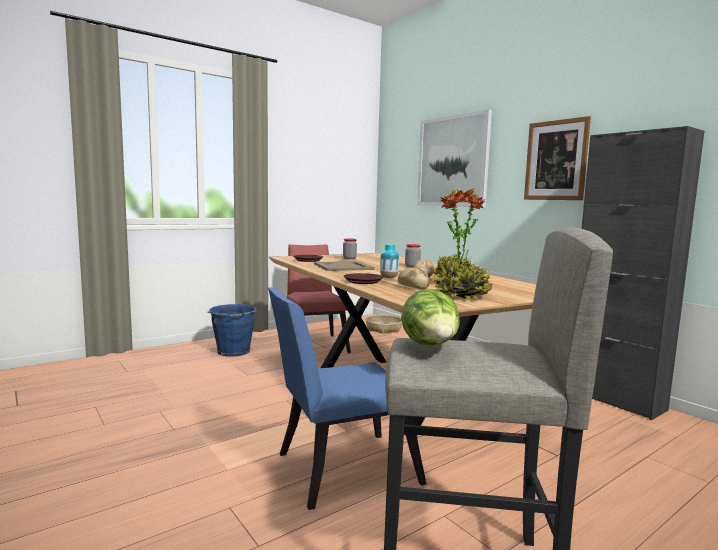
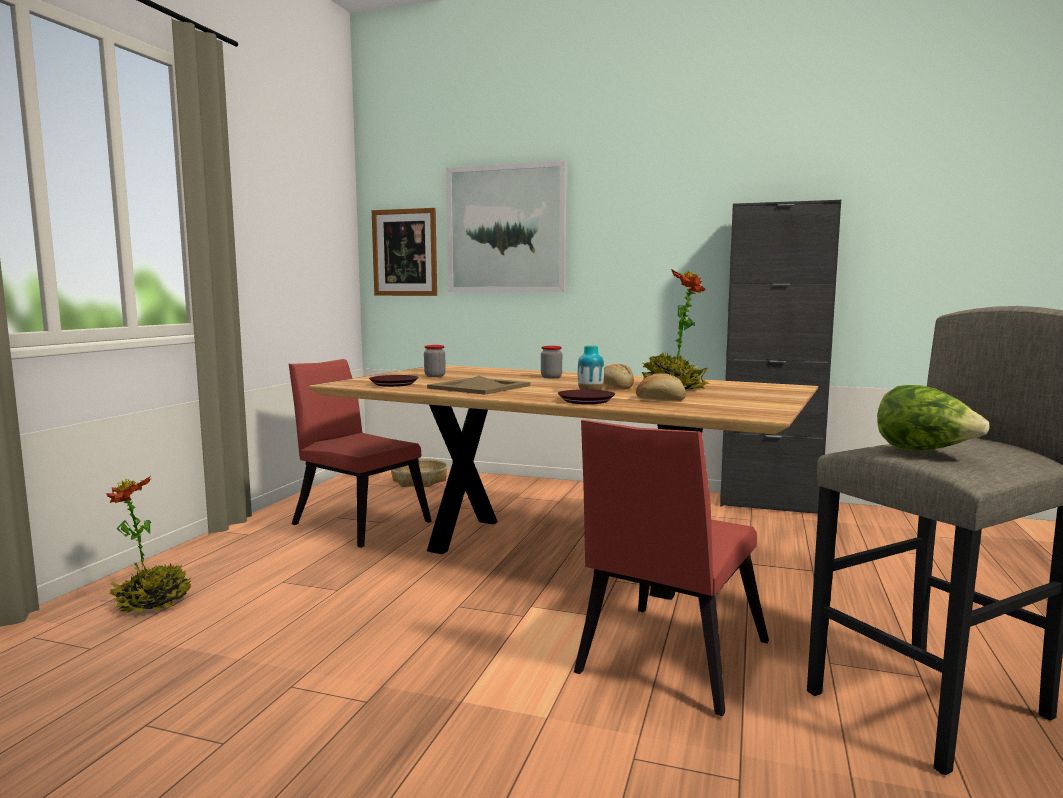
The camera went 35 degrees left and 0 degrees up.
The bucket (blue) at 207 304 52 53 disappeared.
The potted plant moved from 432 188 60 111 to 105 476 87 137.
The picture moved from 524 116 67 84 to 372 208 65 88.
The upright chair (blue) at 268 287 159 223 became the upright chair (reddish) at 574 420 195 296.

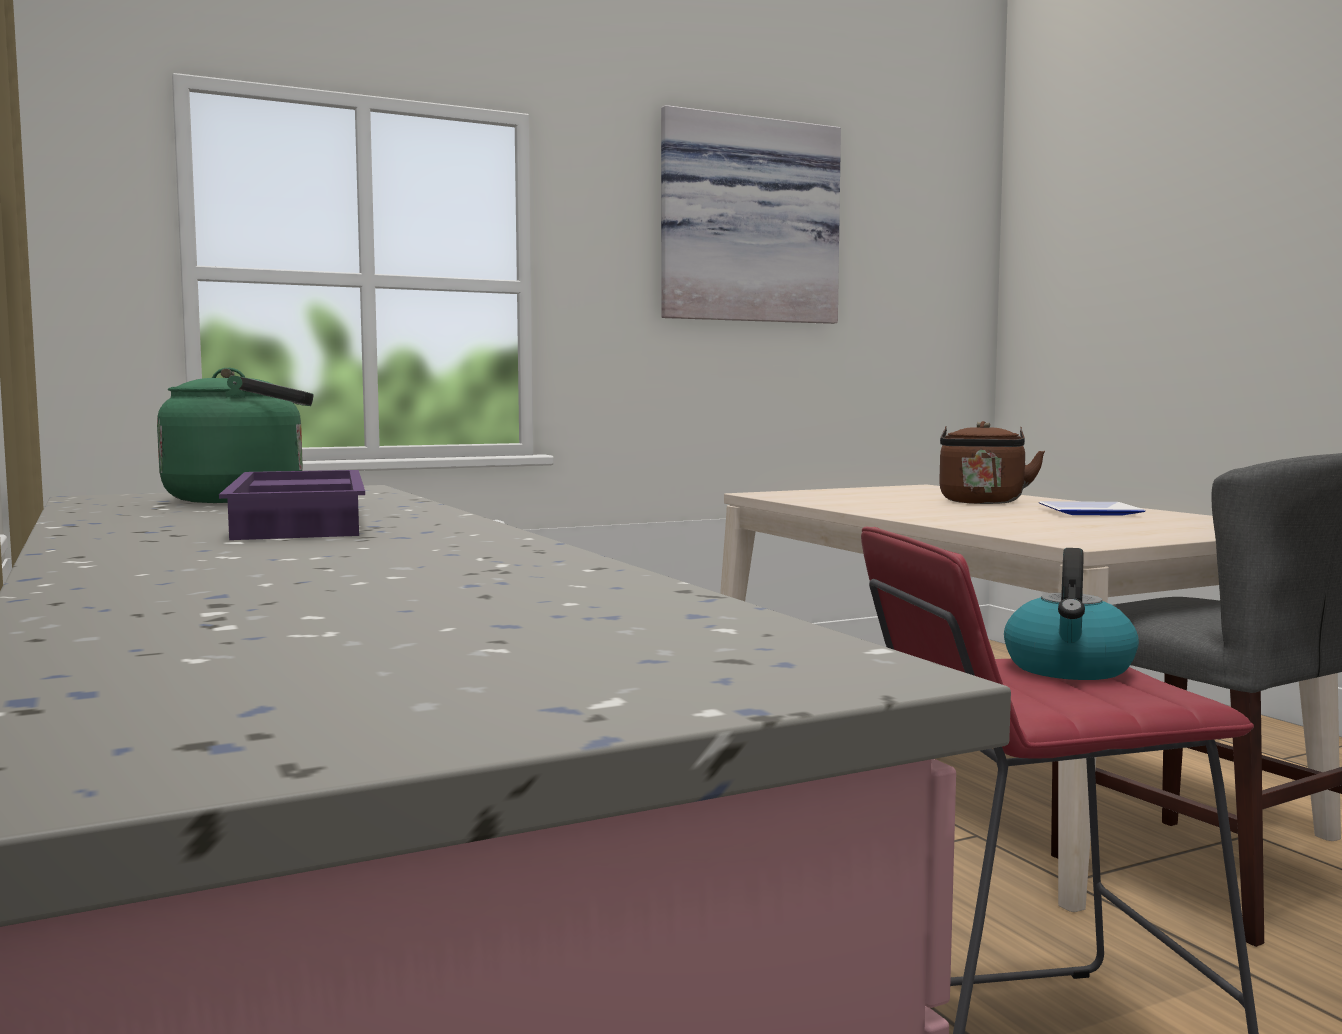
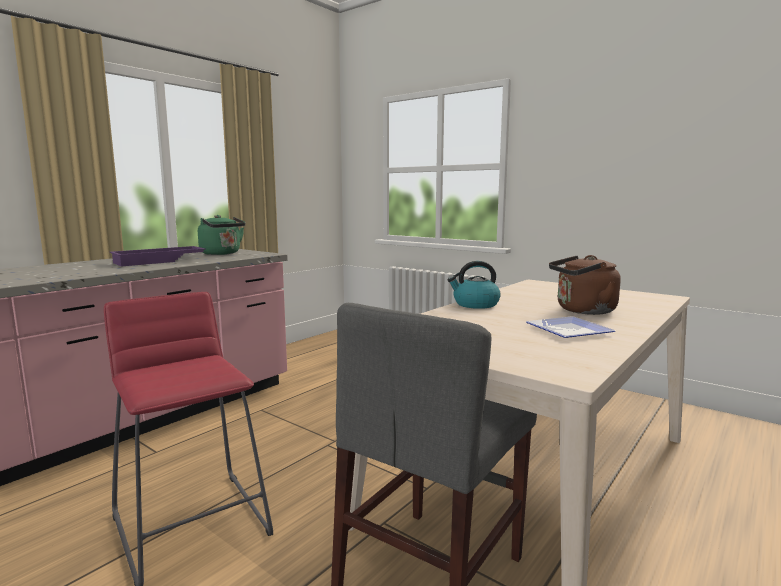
The camera went 65 degrees right and 5 degrees up.
The picture at 661 105 180 219 disappeared.
The kettle moved from 1004 548 135 132 to 447 261 54 48.

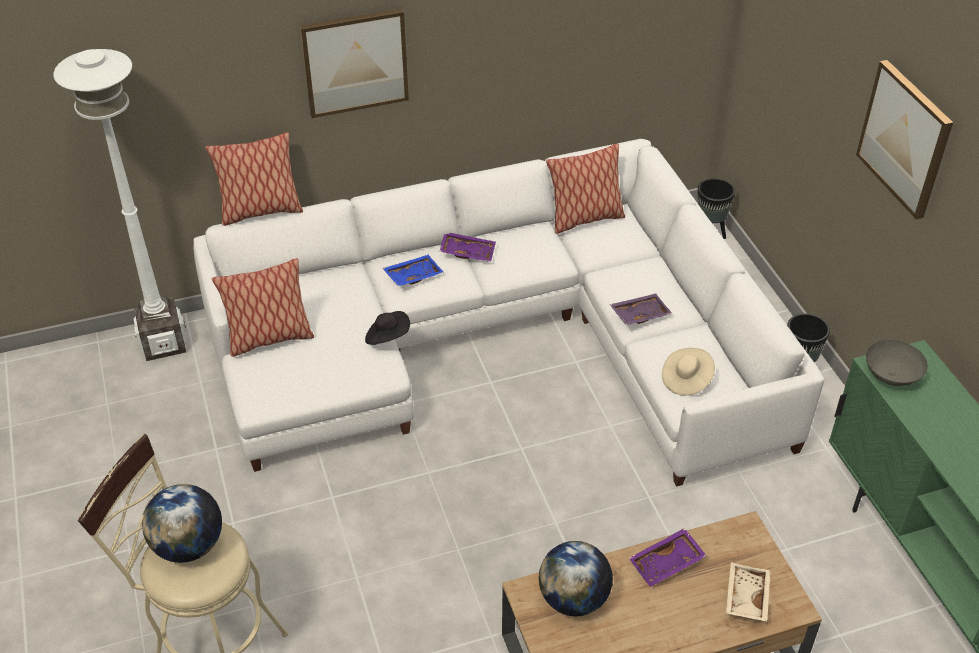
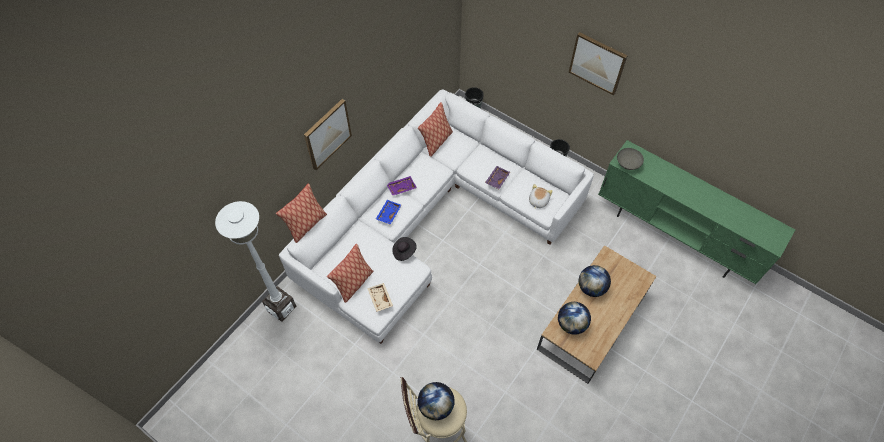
The camera went 35 degrees left and 15 degrees up.
The serving tray (beige-coloured) moved from 726 562 45 60 to 367 283 26 29.
The serving tray (purple) at 629 528 78 59 was replaced by the desk globe at 578 265 33 32.
The hat (beige-coloured) at 662 348 53 48 was replaced by the soft toy at 529 184 24 25.

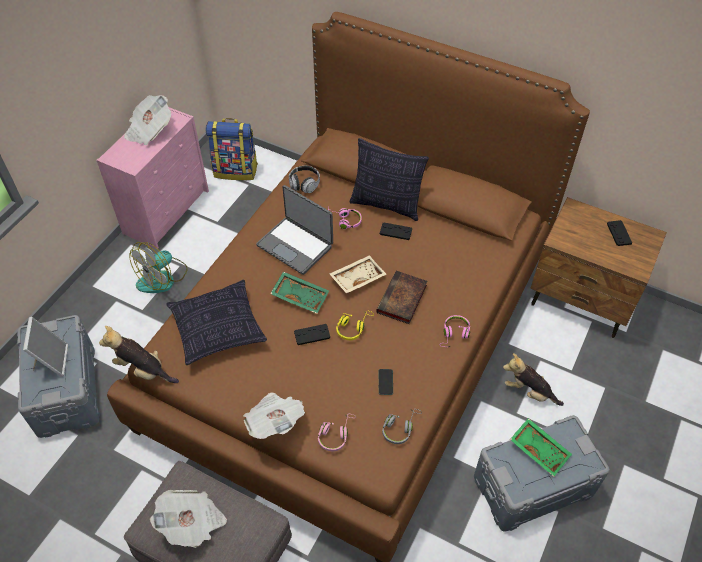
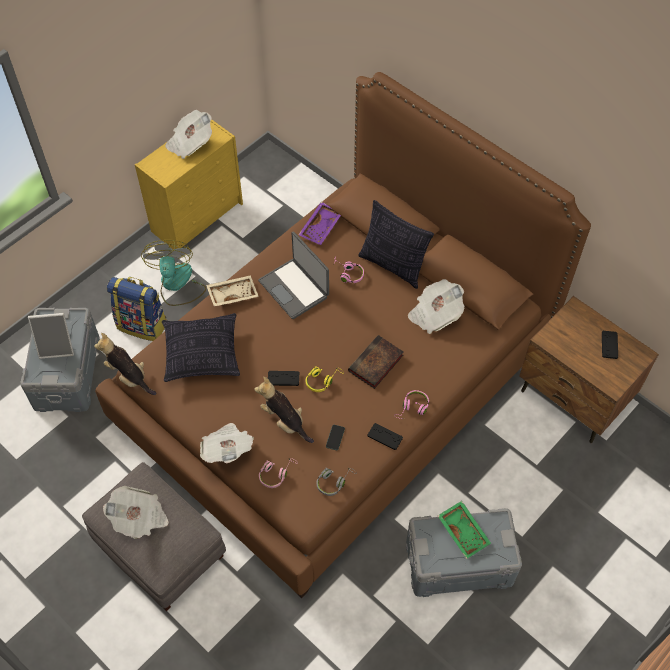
The camera went 15 degrees right and 5 degrees up.
The serving tray (greenish) at 270 271 59 43 disappeared.
The daily paper at 408 279 57 55 appeared.
The rucksack moved from 205 118 53 62 to 107 277 60 64.
The serving tray (beige-coloured) moved from 329 255 58 38 to 206 275 53 31.
The game controller (blackish) moved from 380 223 32 17 to 367 423 36 27.
The soft toy moved from 503 353 61 53 to 254 377 60 66.
The headphones at 289 166 31 27 was replaced by the serving tray (purple) at 299 202 42 43.
The dresser (pinkish) at 96 107 113 142 became the dresser (yellow) at 135 119 108 130.
The photo frame at 23 317 45 60 turned 75 degrees clockwise.
The cooling fan at 129 242 59 51 turned 120 degrees clockwise.

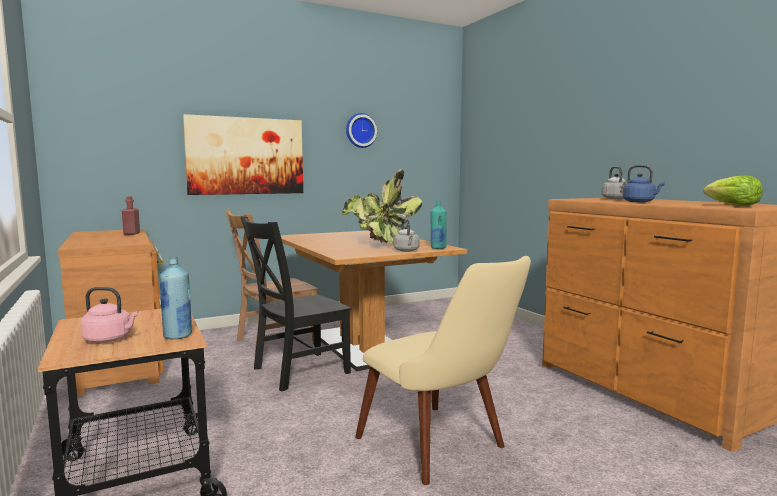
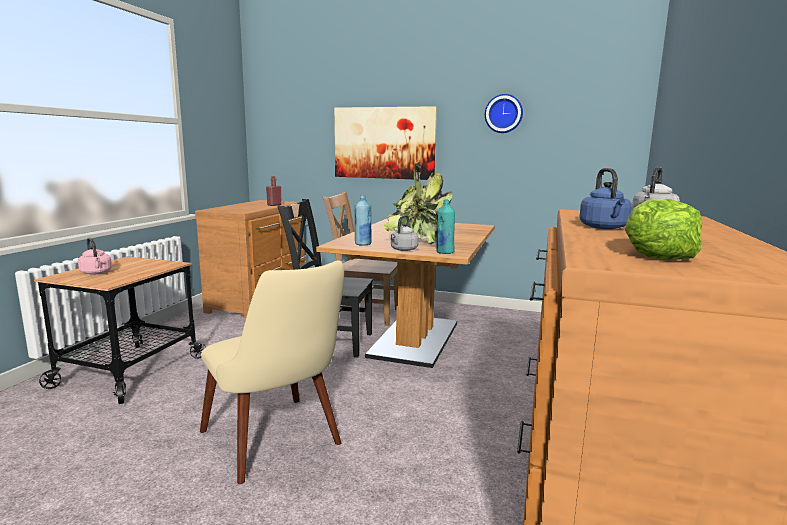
The camera went 45 degrees right and 5 degrees up.
The beverage bottle (blue) moved from 160 257 32 83 to 355 195 17 51.
The upright chair (beige-coloured) at 355 256 176 229 turned 45 degrees counterclockwise.

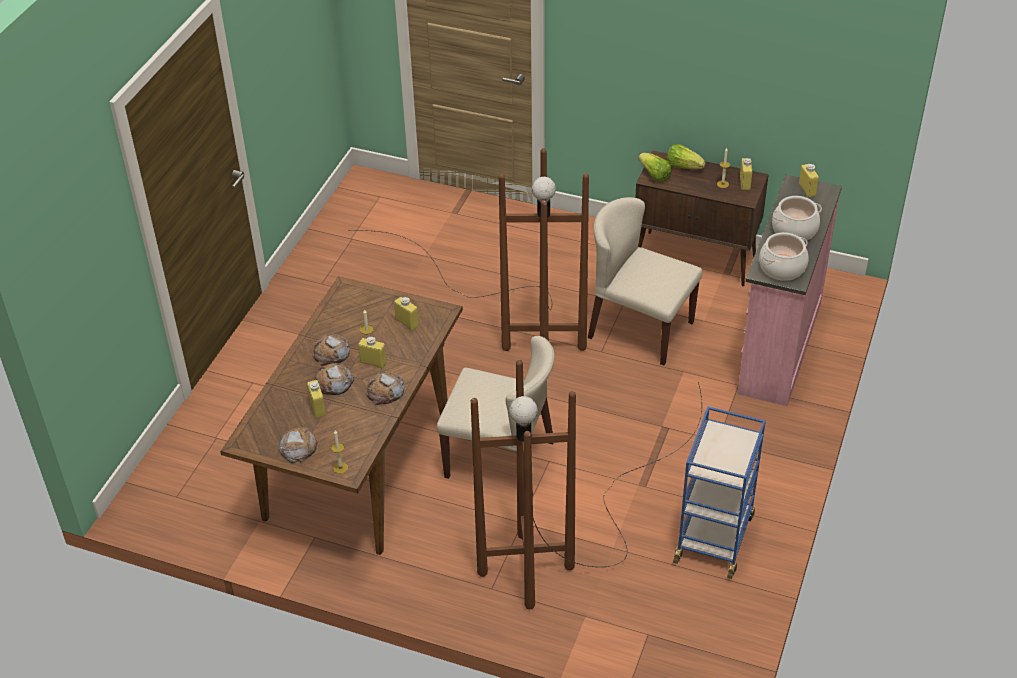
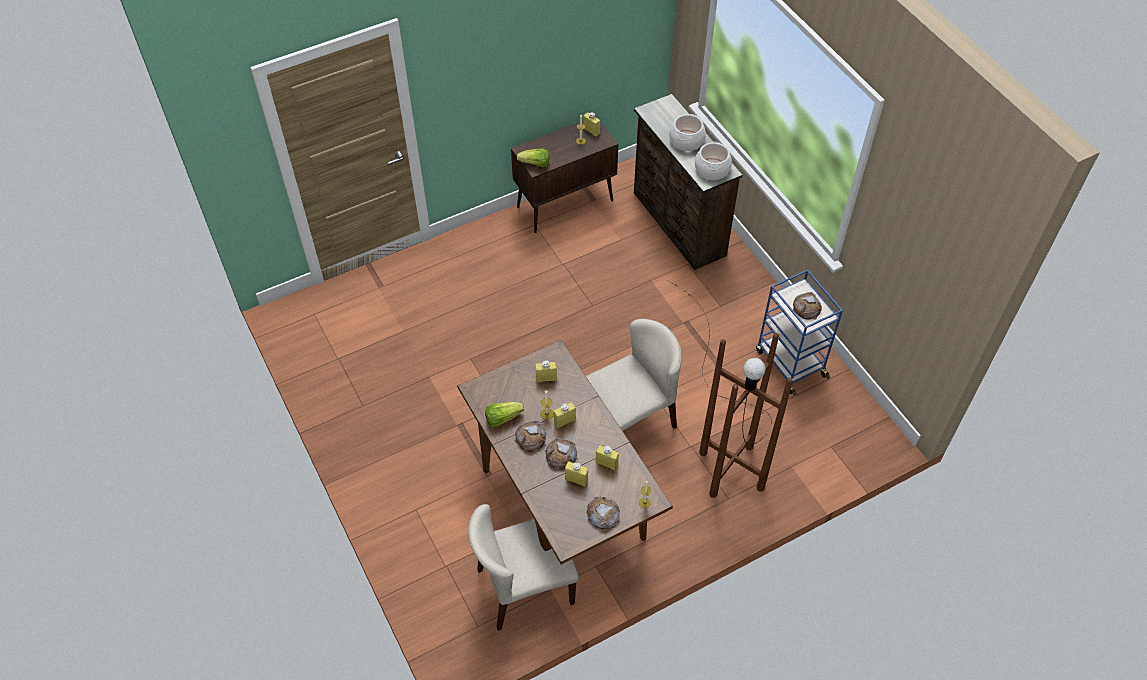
The camera went 50 degrees left and 10 degrees up.
The floor lamp (brownish) at 348 148 241 203 disappeared.
The bread moved from 367 371 37 34 to 793 292 29 28.
The upright chair (beige-coloured) moved from 588 197 114 168 to 468 504 111 127.
The lettuce moved from 666 144 40 25 to 485 402 39 25.
The beverage bottle (yellow) moved from 799 164 20 34 to 596 445 23 26.
The dresser (pinkish) at 737 175 105 231 became the dresser (brownish) at 634 94 108 176.

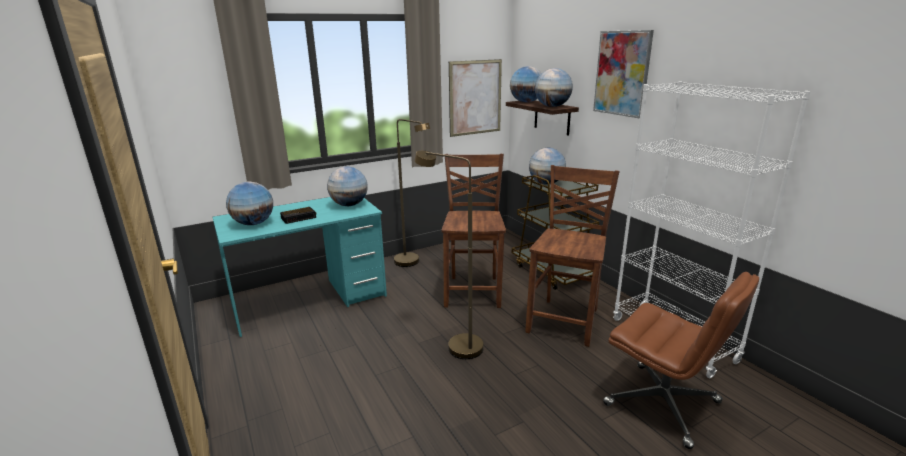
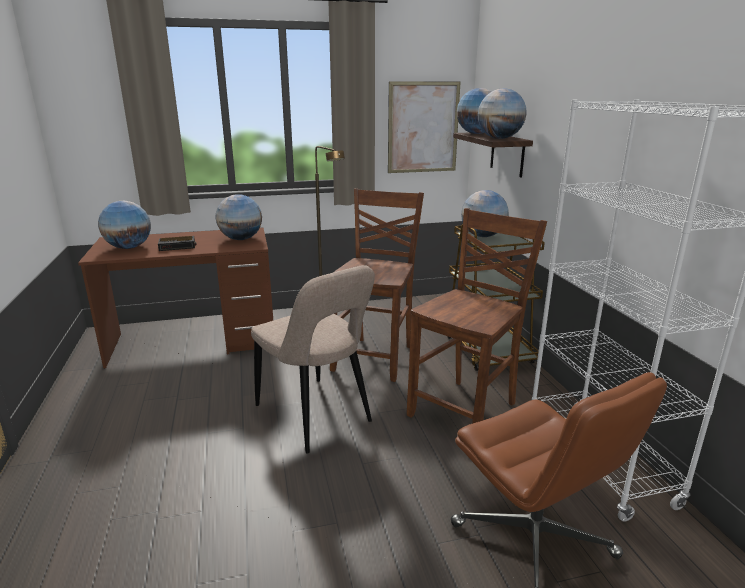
The camera went 15 degrees right and 0 degrees up.
The picture at 593 30 61 89 disappeared.
The floor lamp (brownish) at 414 151 69 208 was replaced by the upright chair (beige-coloured) at 251 265 124 189.
The desk table (blue-green) at 213 197 174 140 became the desk table (brownish) at 78 227 195 141.

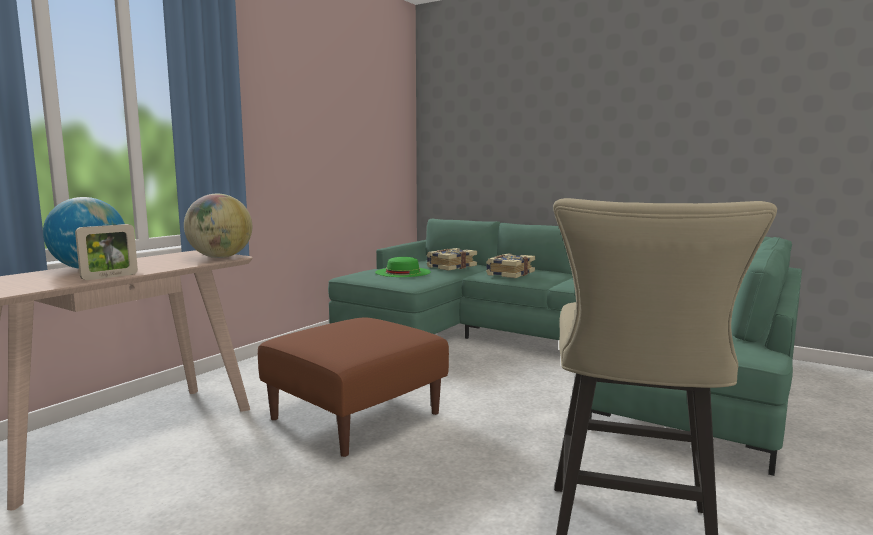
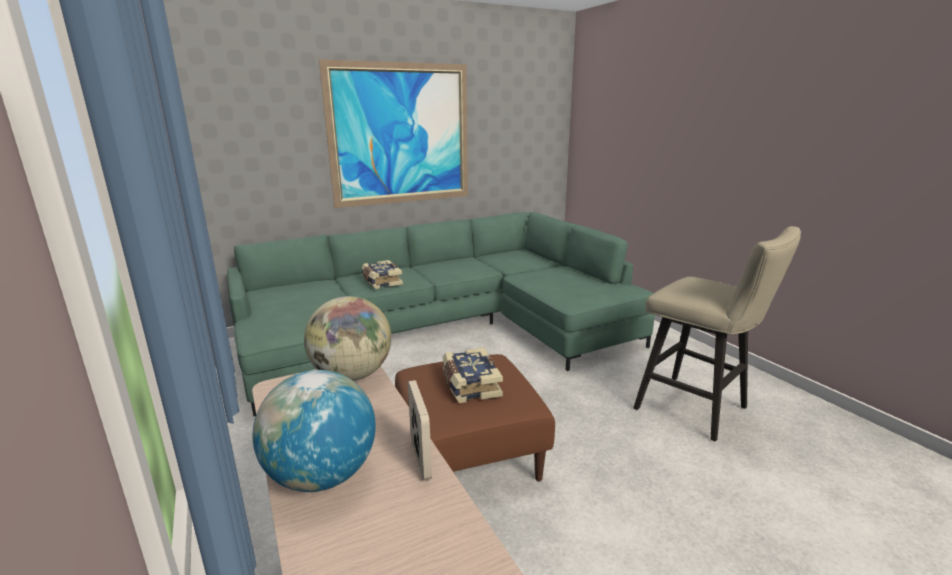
The camera went 60 degrees left and 10 degrees up.
The hat (greenish) at 375 257 56 20 disappeared.
The picture at 319 59 149 149 appeared.
The book moved from 427 248 50 23 to 443 348 60 55.

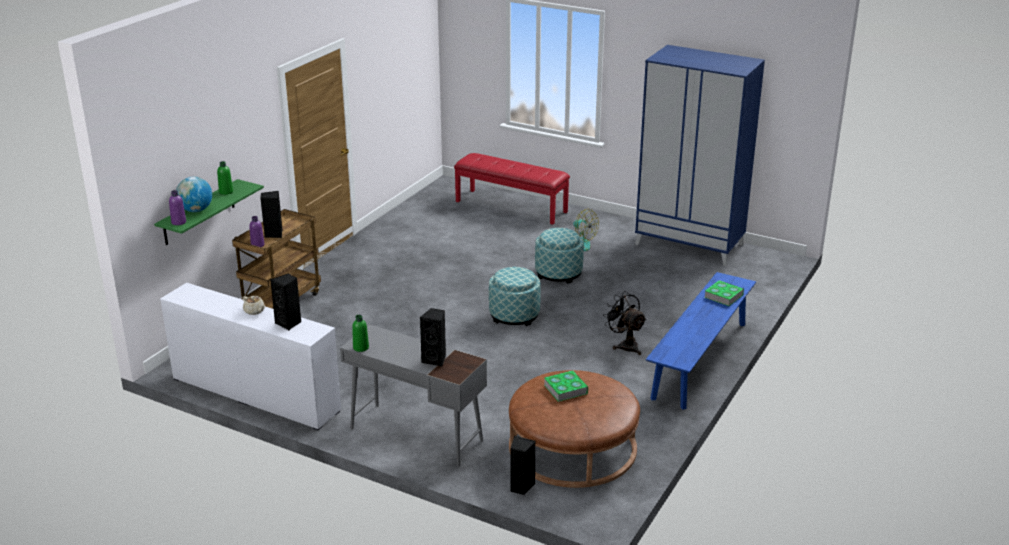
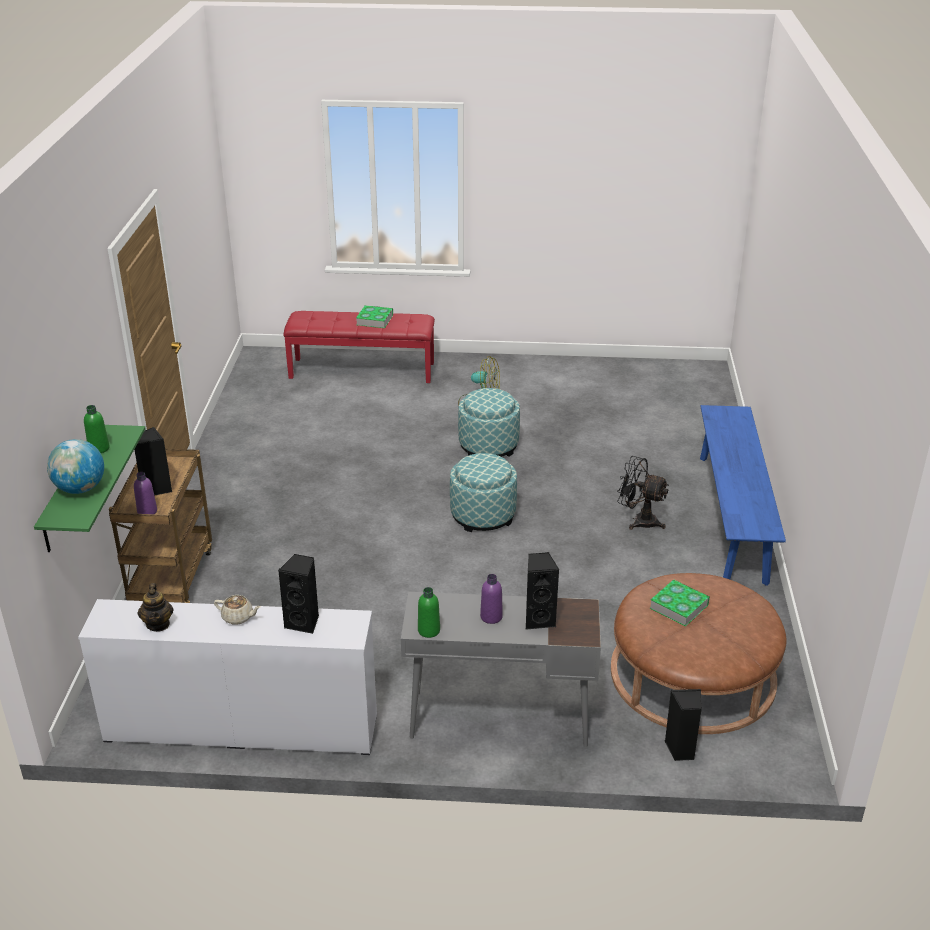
The camera went 25 degrees left and 5 degrees up.
The wardrobe (blue) at 635 45 130 221 disappeared.
The pot for tea at 138 583 35 49 appeared.
The beverage bottle (purple) moved from 169 190 17 35 to 480 574 23 50.
The book moved from 704 280 40 26 to 356 305 37 23.

